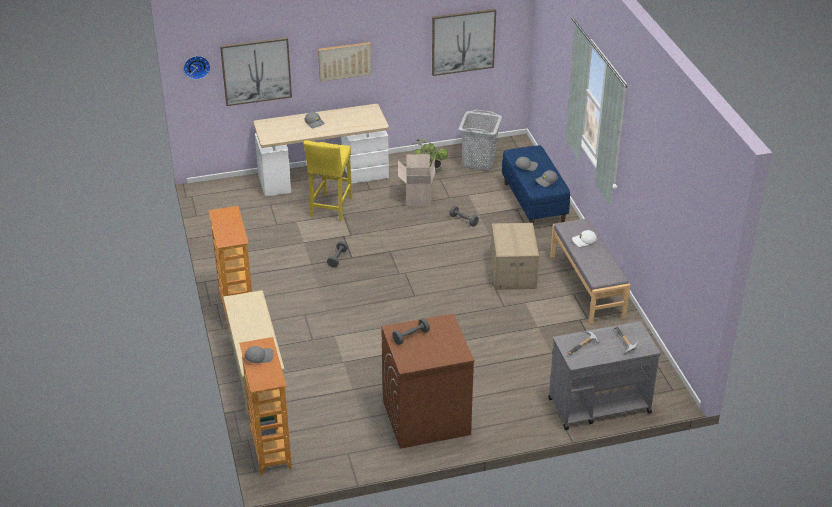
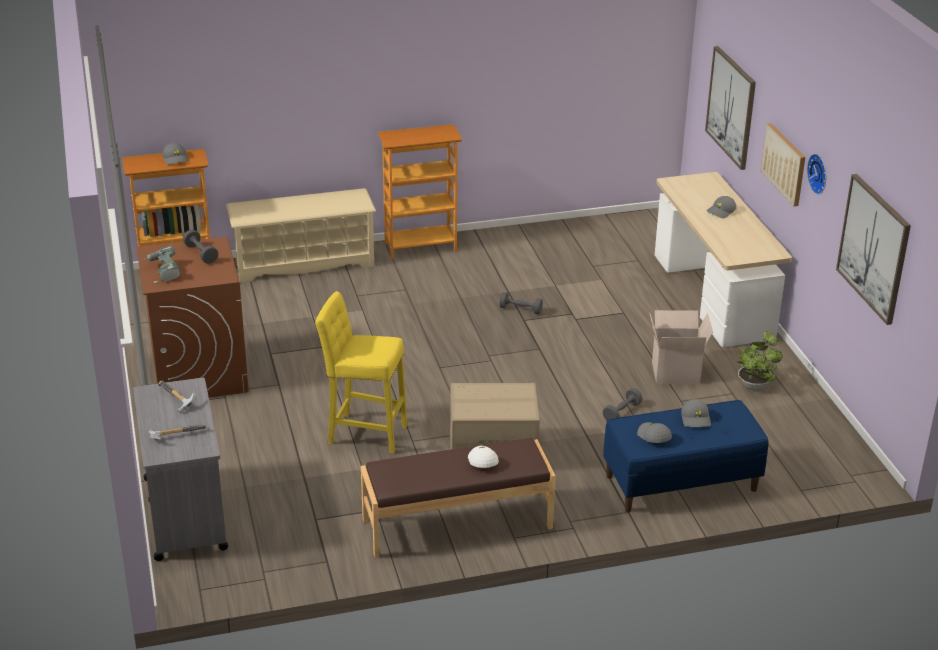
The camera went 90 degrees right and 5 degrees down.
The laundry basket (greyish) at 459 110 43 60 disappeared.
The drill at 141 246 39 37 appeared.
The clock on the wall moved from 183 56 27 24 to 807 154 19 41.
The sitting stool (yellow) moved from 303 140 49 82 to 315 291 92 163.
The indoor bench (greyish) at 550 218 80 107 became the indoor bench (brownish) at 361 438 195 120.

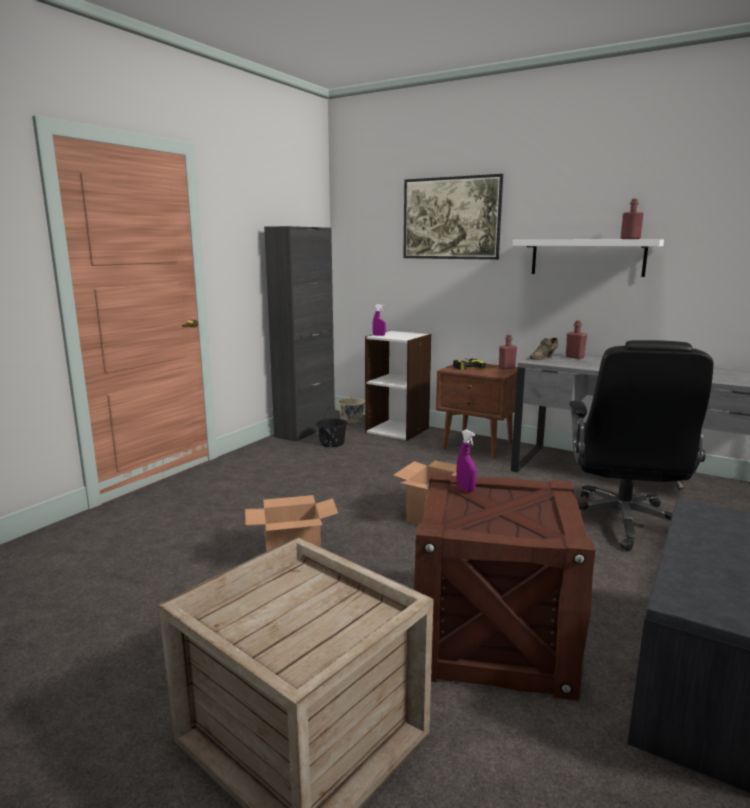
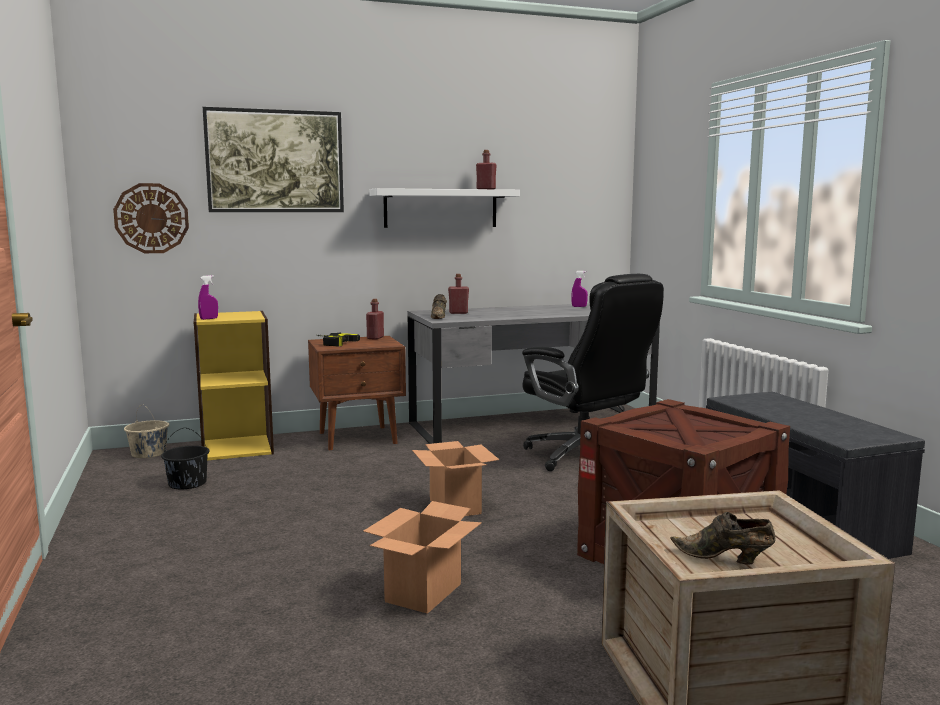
The camera went 50 degrees left and 5 degrees down.
The cabinet (blackish) at 264 226 71 216 disappeared.
The clock on the wall at 113 183 76 70 appeared.
The shoe (brownish) at 671 512 105 53 appeared.
The spray bottle (purple) moved from 456 430 20 62 to 571 271 17 36.
The bookshelf (white-coloured) at 365 330 67 111 became the bookshelf (yellow) at 193 311 81 150.

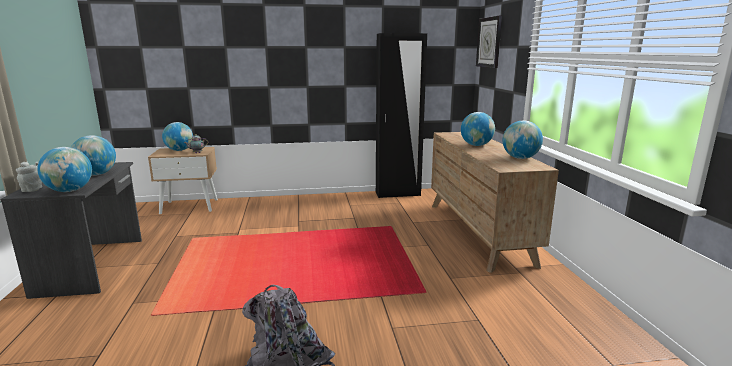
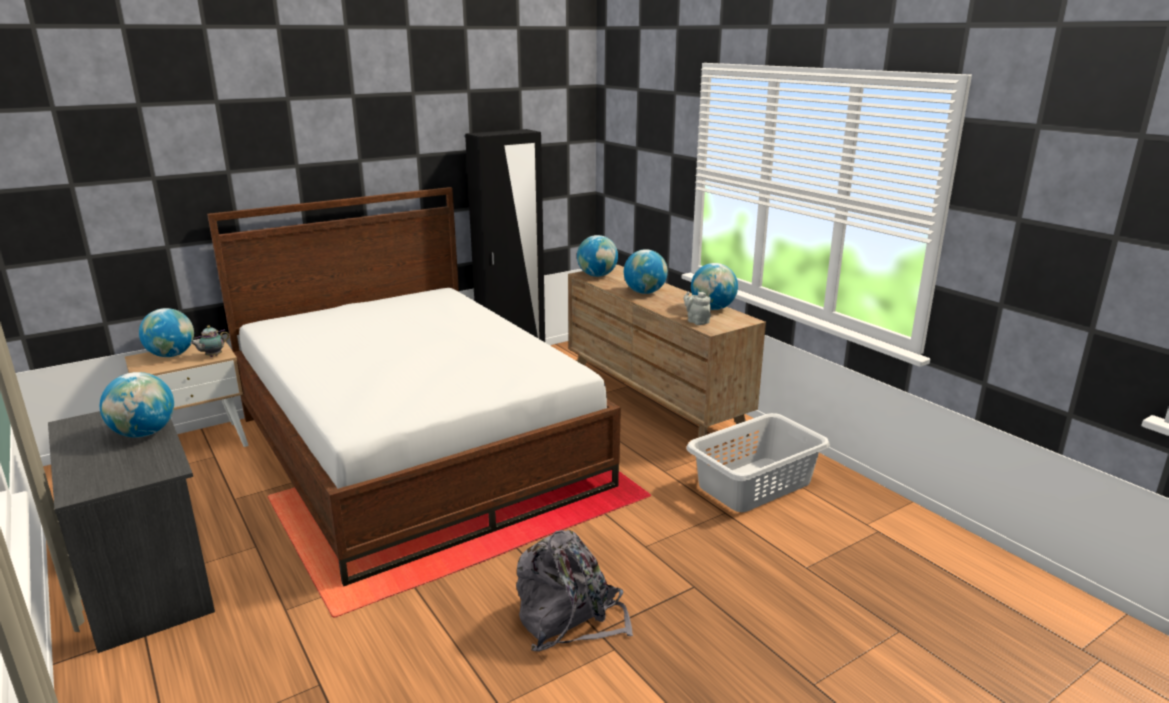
The camera went 25 degrees left and 5 degrees up.
The clock on the wall at 476 16 26 52 disappeared.
The bedroom bed at 207 187 414 399 appeared.
The laundry basket (greyish) at 686 413 144 99 appeared.
The pot for tea (greyish) moved from 16 161 26 31 to 684 291 27 34.
The desk globe moved from 37 147 55 45 to 577 235 41 42.

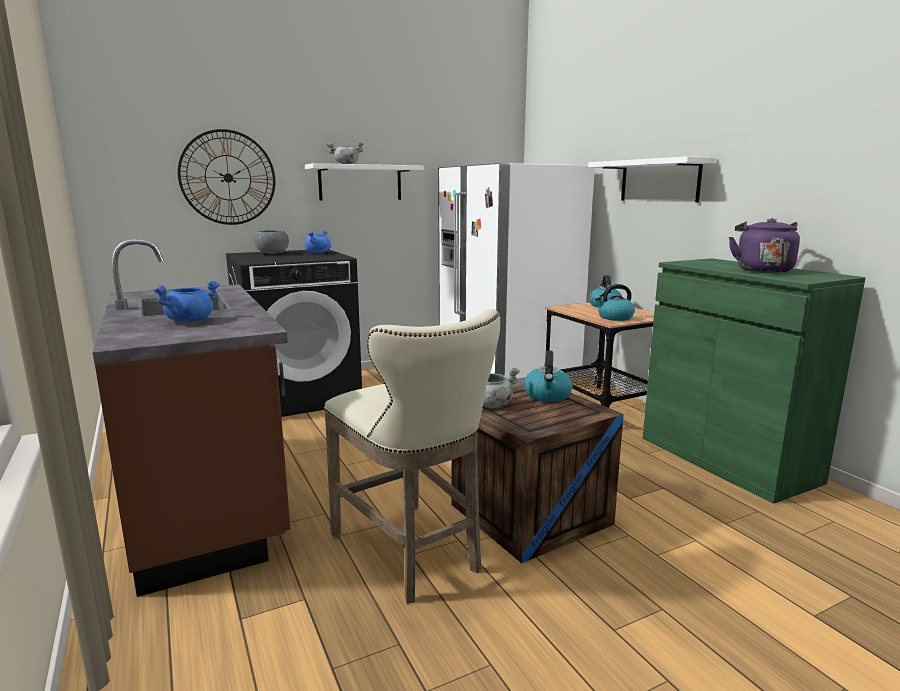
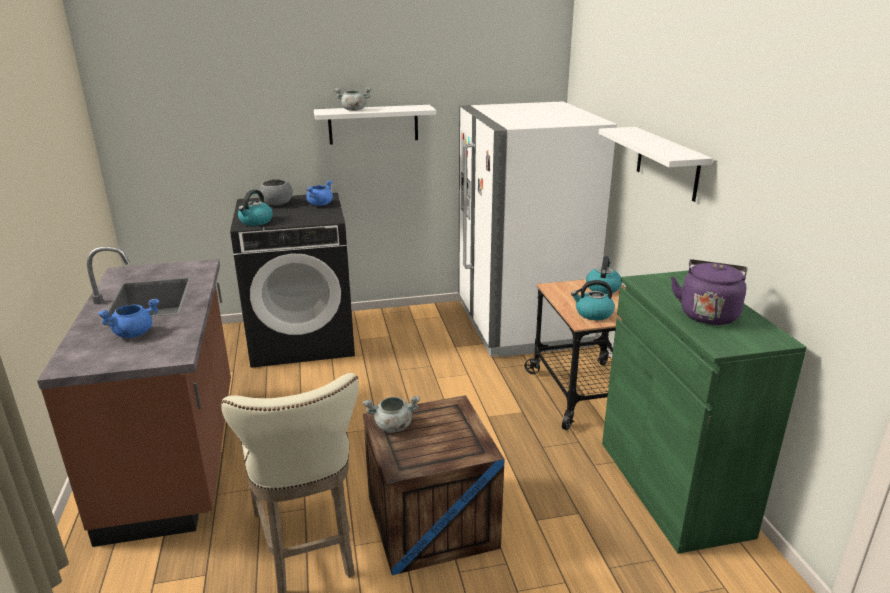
The camera went 15 degrees right and 10 degrees up.
The clock on the wall at 178 129 97 96 disappeared.
The kettle moved from 524 350 49 52 to 238 190 35 36.

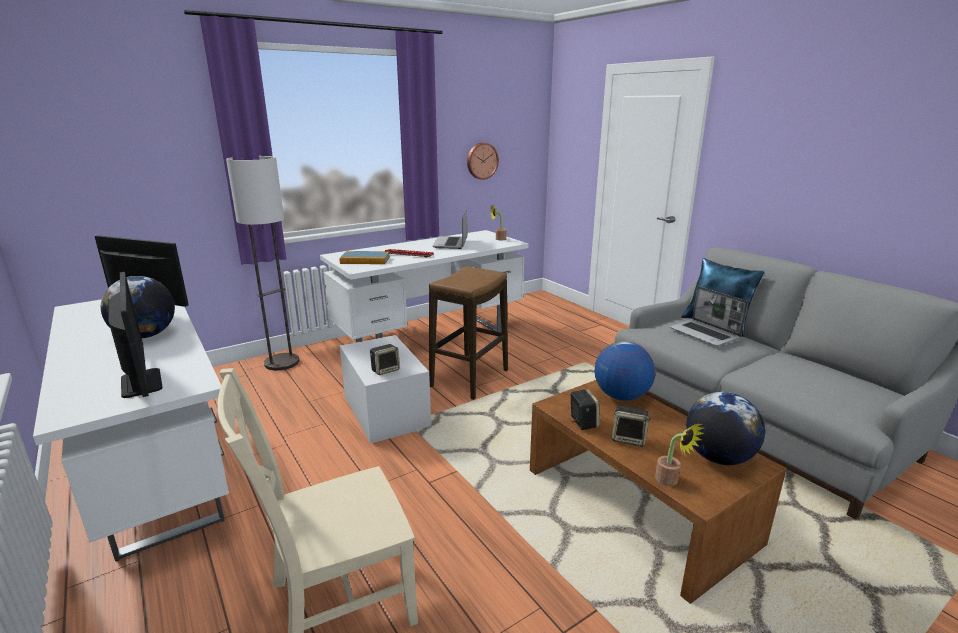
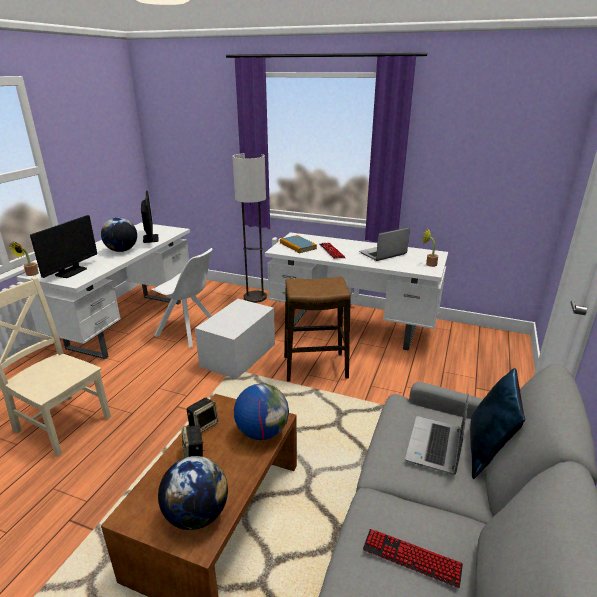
The camera went 55 degrees right and 5 degrees up.
The audio speaker at 370 344 30 31 disappeared.
The clock on the wall at 467 143 32 37 disappeared.
The upright chair (white-coloured) at 151 248 62 100 appeared.
The PC keyboard at 363 529 100 59 appeared.
The potted plant moved from 655 423 50 63 to 9 242 30 34.

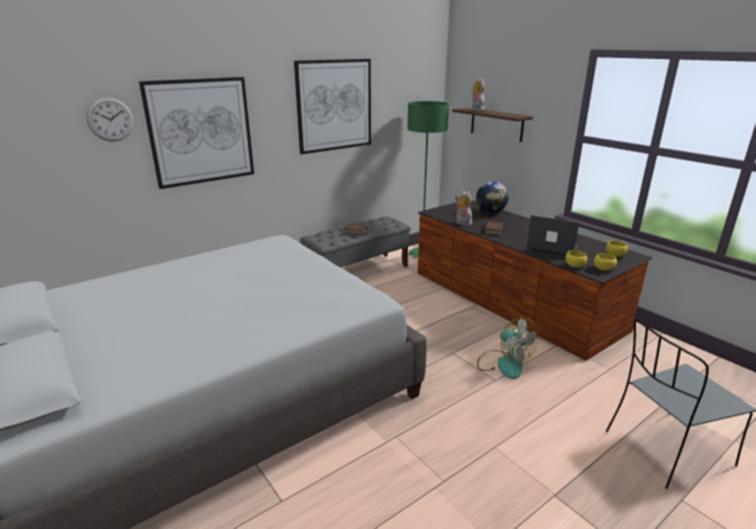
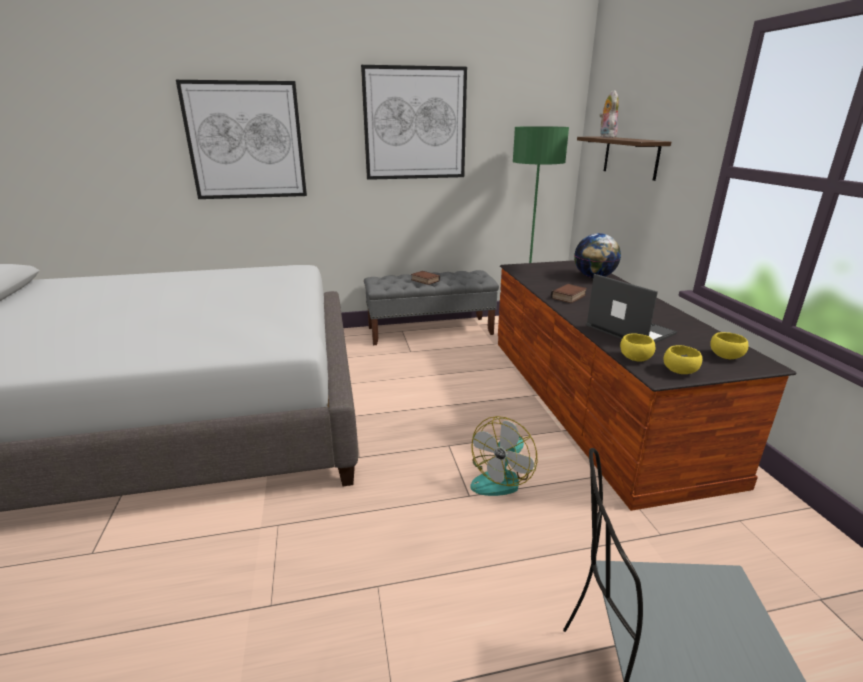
The camera went 25 degrees right and 0 degrees up.
The clock on the wall at 86 97 48 44 disappeared.
The soft toy at 455 191 17 35 disappeared.
The cooling fan at 477 317 61 62 turned 45 degrees clockwise.

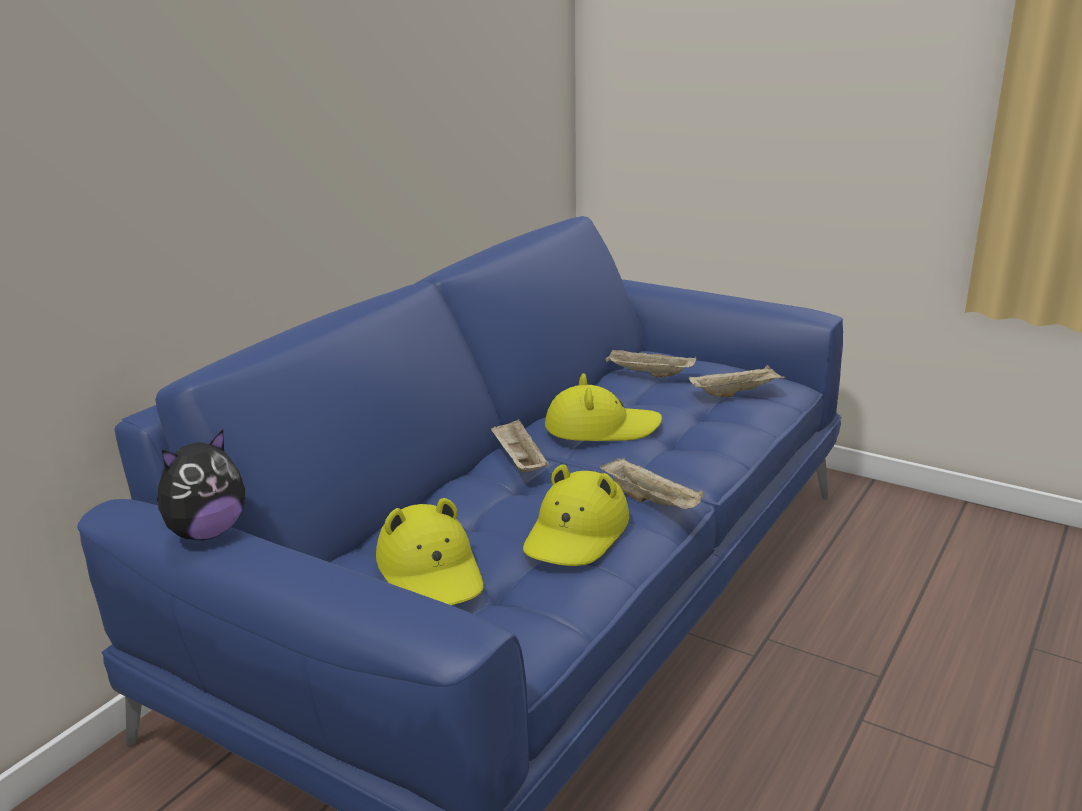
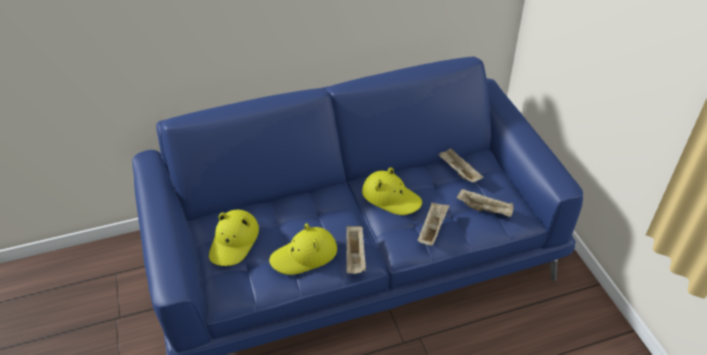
The camera went 40 degrees right and 20 degrees up.
The soft toy at 157 429 88 111 disappeared.
The serving tray (beige-coloured) moved from 491 418 58 54 to 418 202 31 44.

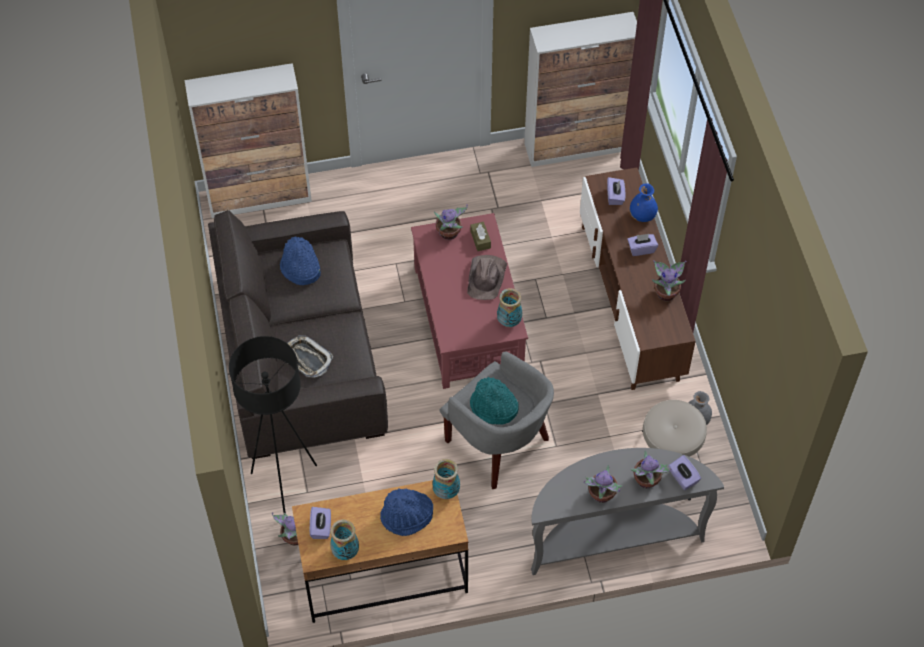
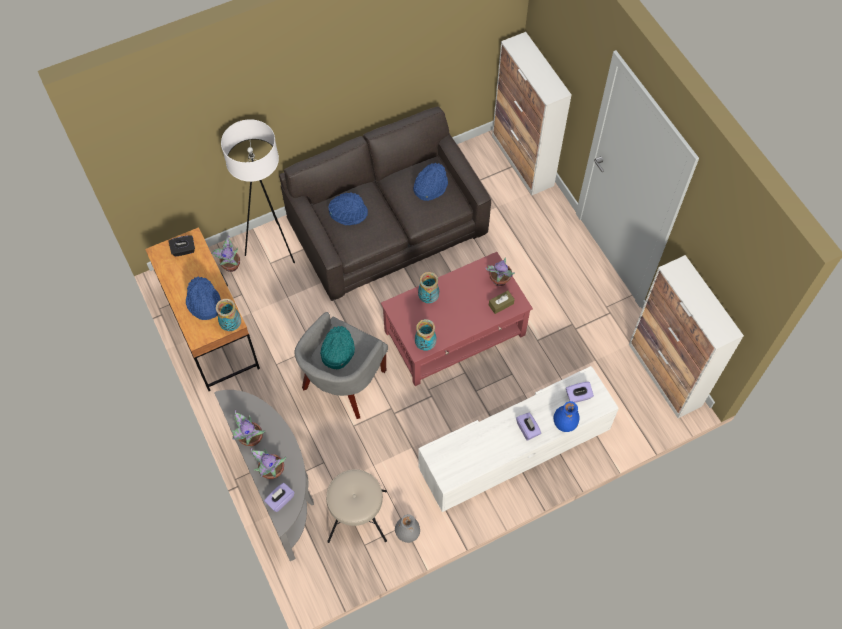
The camera went 75 degrees right and 5 degrees up.
The hat (brownish) at 467 255 40 45 disappeared.
The potted plant at 652 260 35 41 disappeared.
The vase moved from 330 520 29 40 to 418 272 21 32.
The serving tray at 287 335 46 43 was replaced by the hat (blue) at 329 193 39 32.
The floor lamp (blackish) at 229 336 88 177 became the floor lamp (white-coloured) at 221 119 74 144.
The tissue holder (purple) at 310 507 21 32 became the tissue holder (blackish) at 168 235 27 22.
The media console (brownish) at 580 168 116 222 became the media console (white-coloured) at 418 366 201 146.

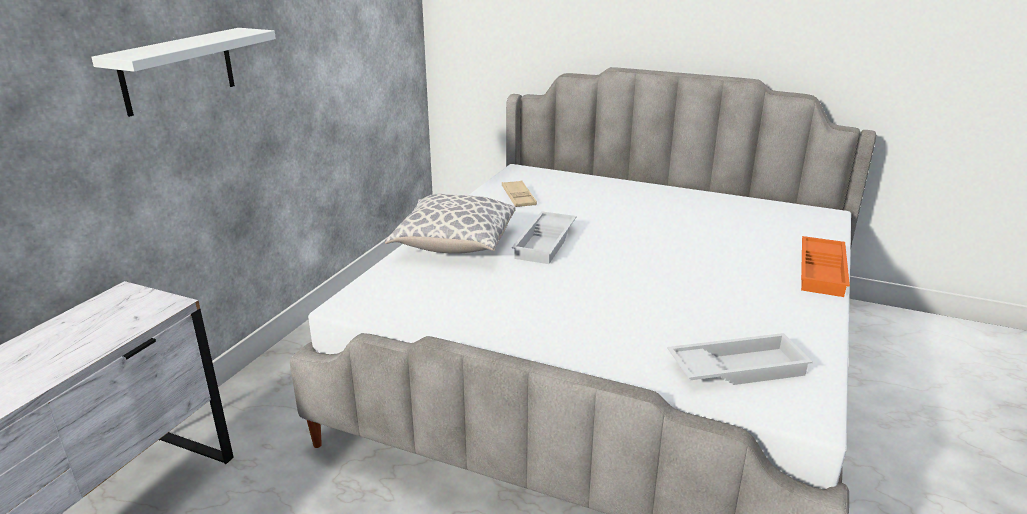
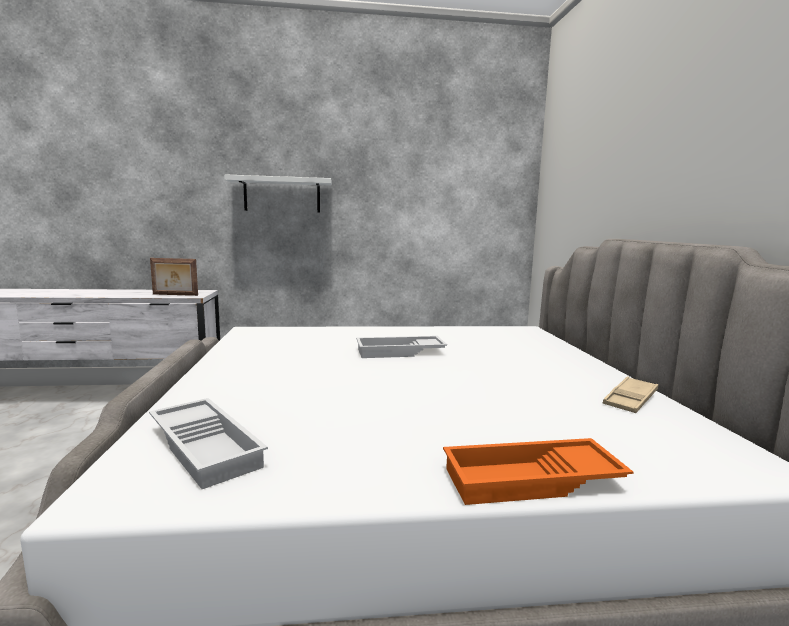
The camera went 60 degrees right and 15 degrees down.
The pillow at 385 194 131 60 disappeared.
The photo frame at 150 258 48 38 appeared.
The serving tray (beige-coloured) moved from 502 180 35 27 to 603 376 56 37.

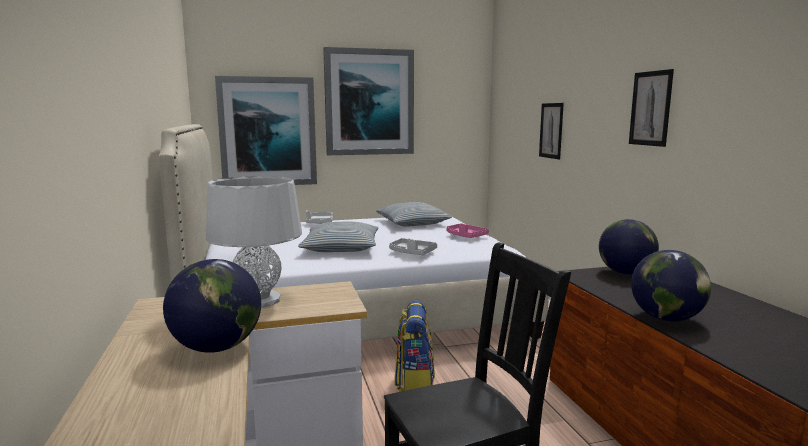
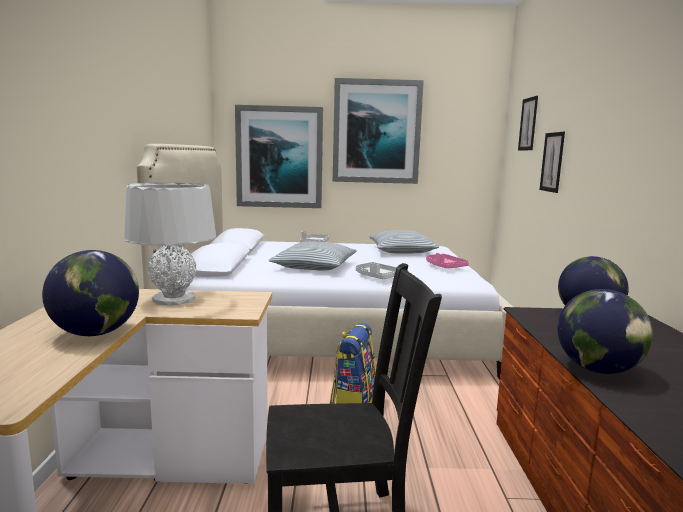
The camera went 15 degrees right and 0 degrees up.
The picture moved from 629 69 45 78 to 518 96 20 55.

